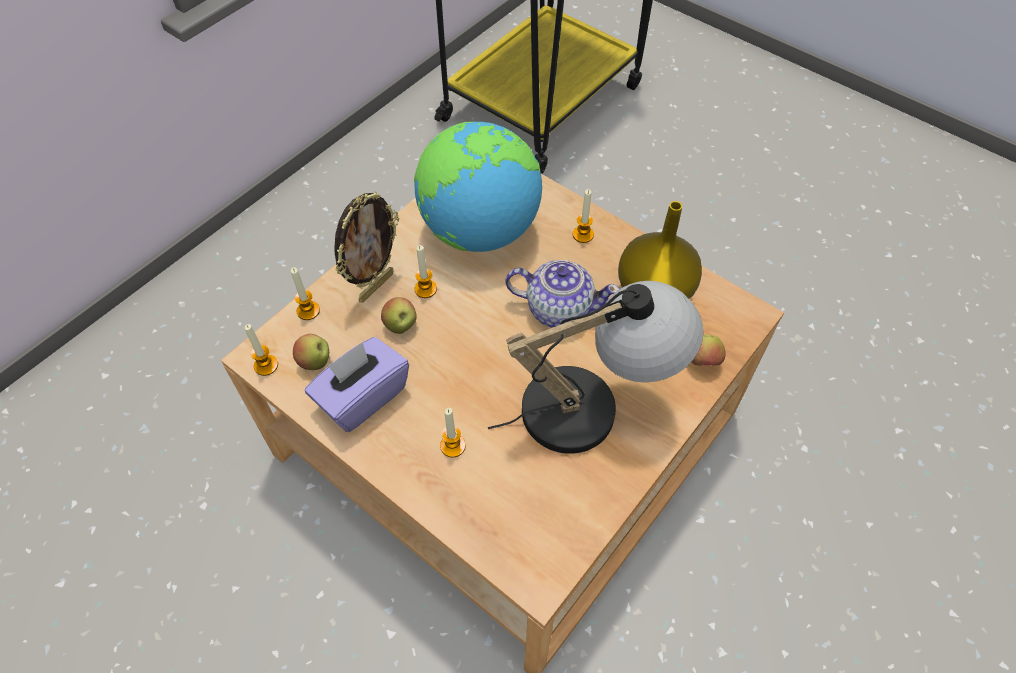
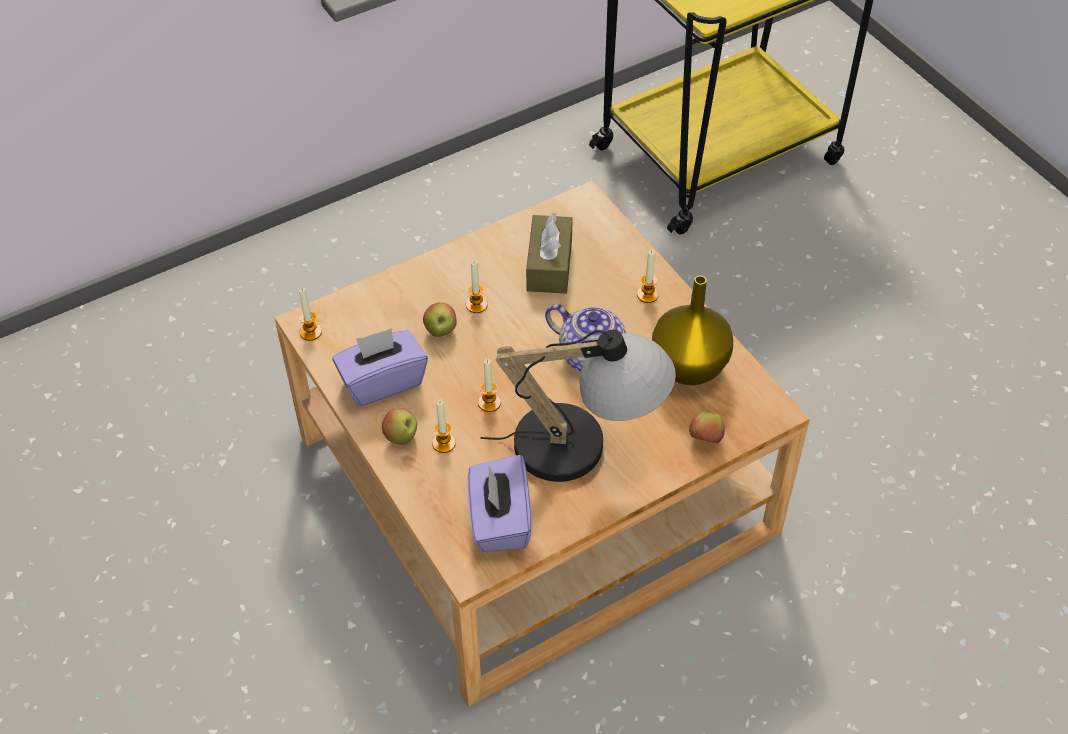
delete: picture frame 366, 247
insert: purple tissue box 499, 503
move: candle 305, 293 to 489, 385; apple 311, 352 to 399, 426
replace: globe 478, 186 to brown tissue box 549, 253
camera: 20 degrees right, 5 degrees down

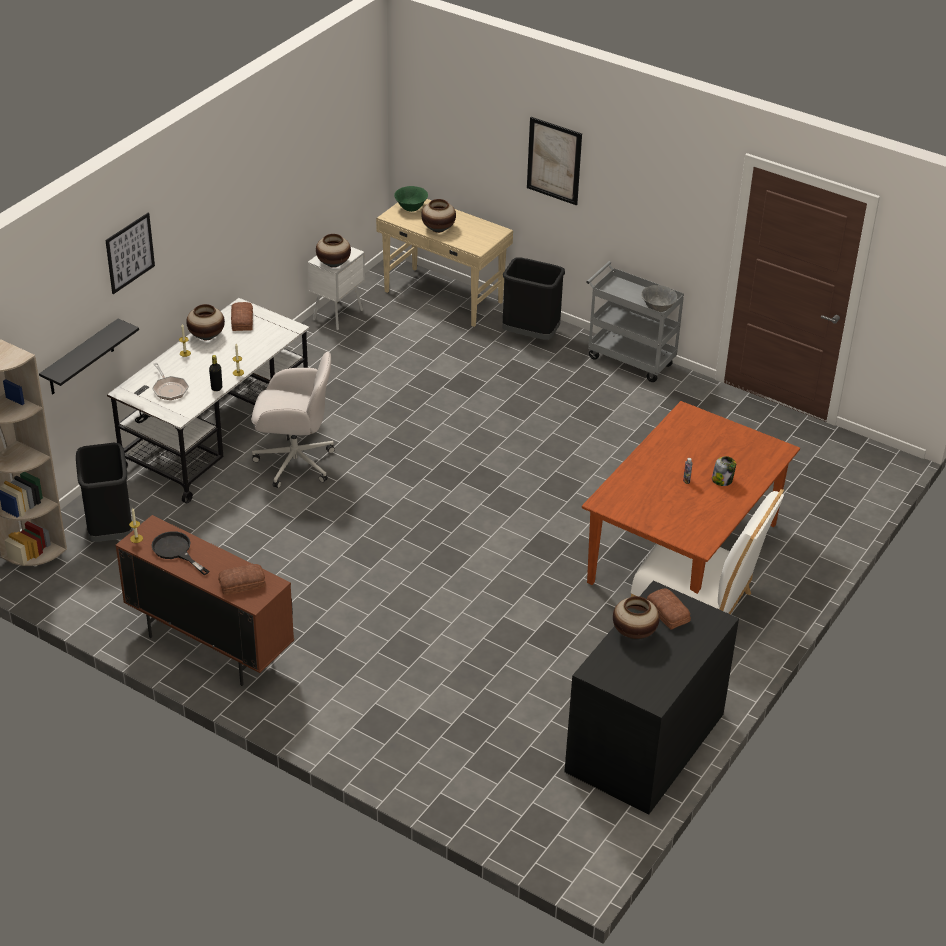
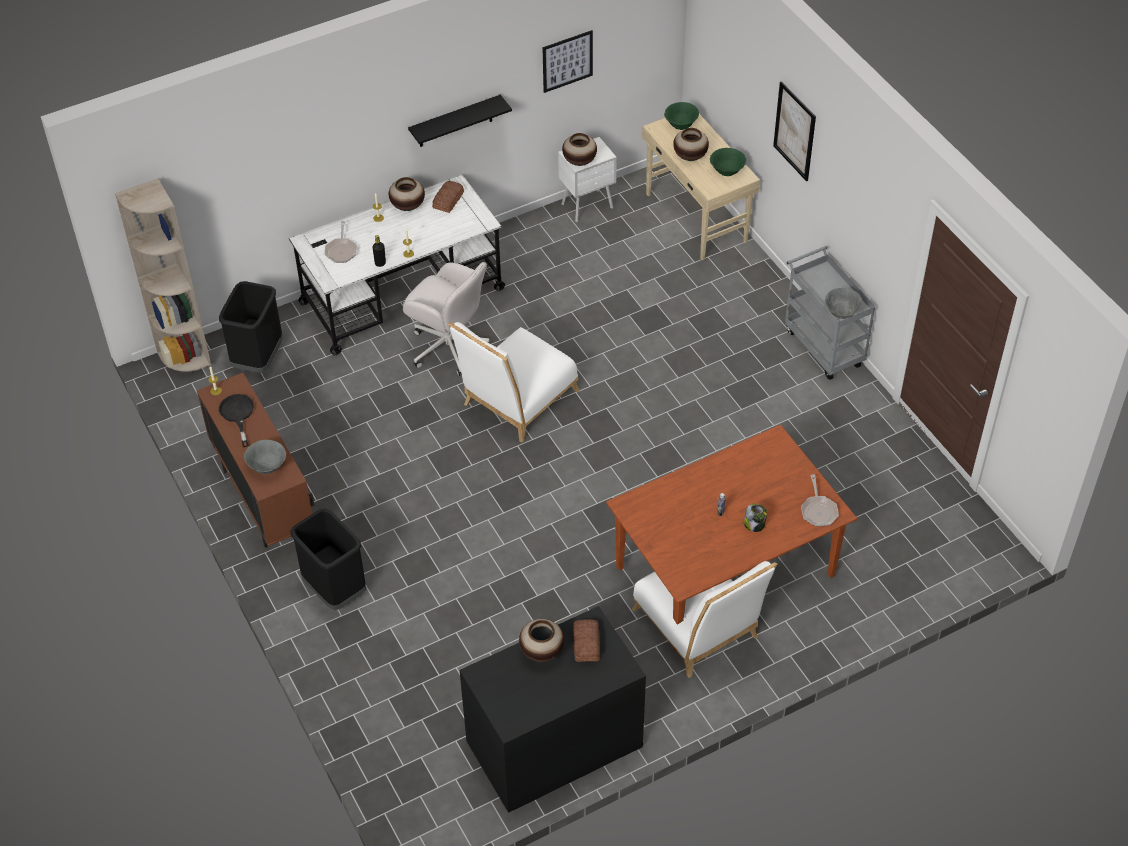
insert: white chair 514, 382; green bowl 728, 162; frying pan 820, 500
move: black shelf 89, 356 to 460, 121; picture 130, 253 to 568, 61; black trash can 533, 299 to 328, 559
replace: bread 242, 579 to grey bowl 265, 457
camera: 30 degrees right, 10 degrees up

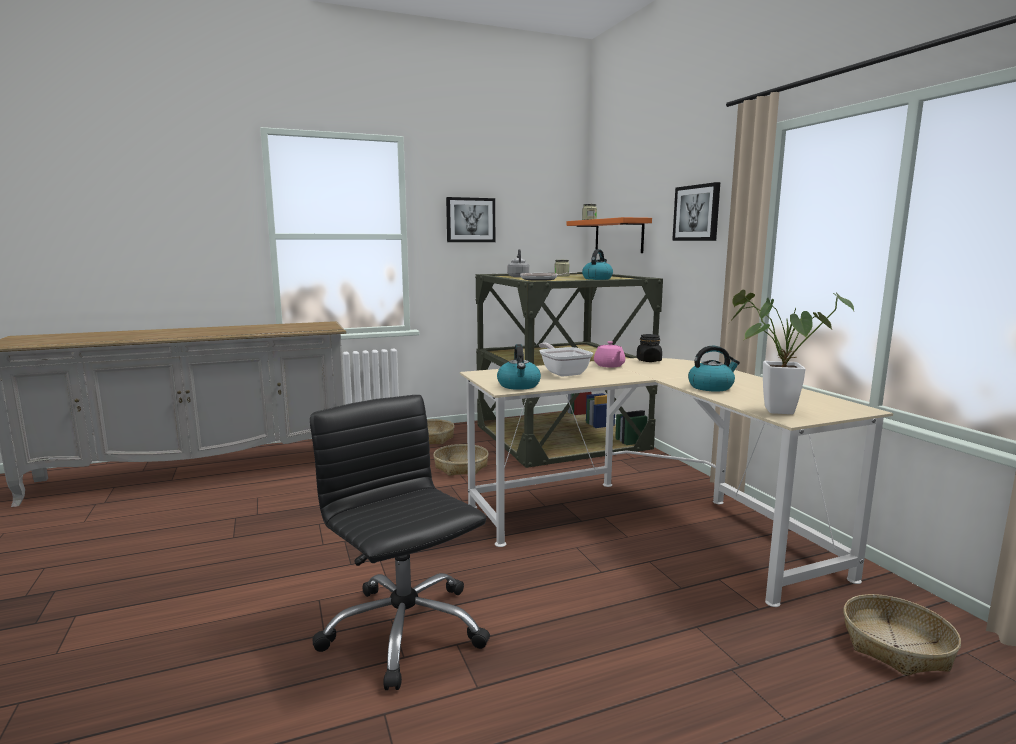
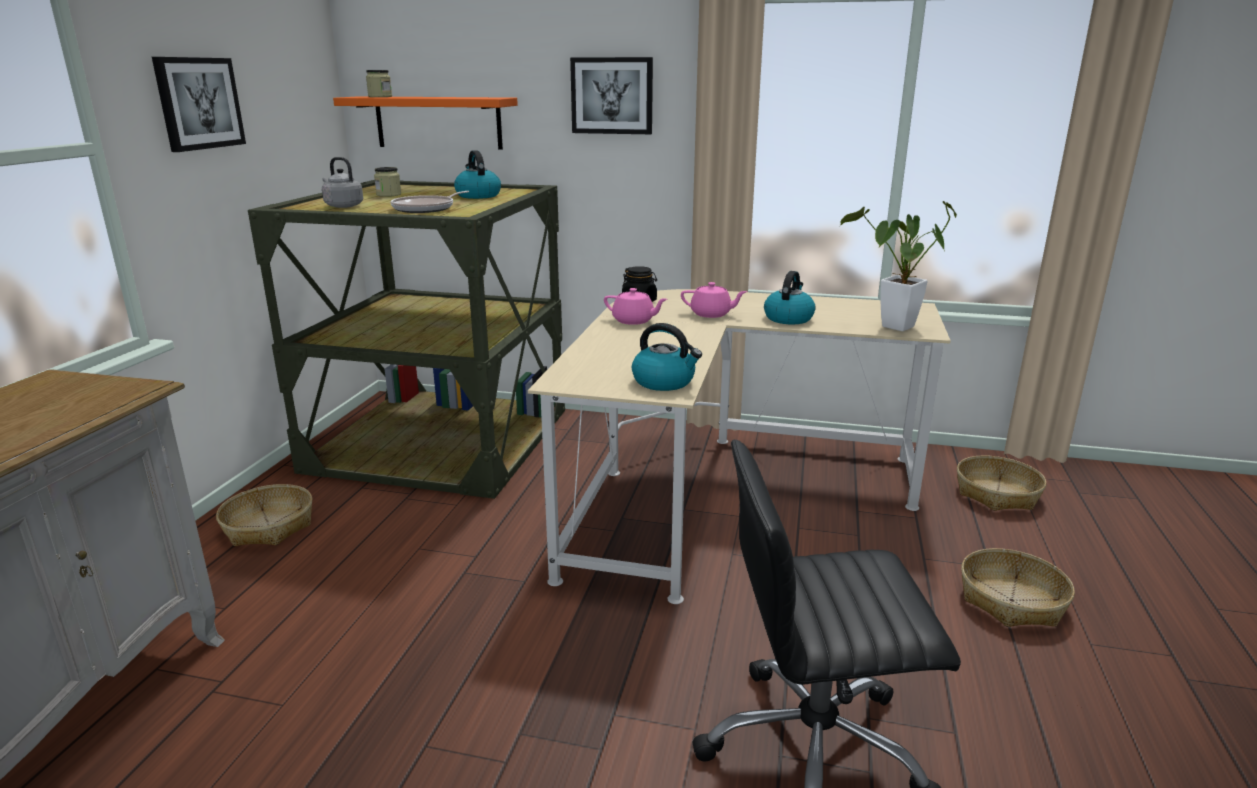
delete: frying pan 566, 360
insert: pink teapot 714, 300
move: basket 461, 460 to 1018, 587
camera: 55 degrees left, 10 degrees up

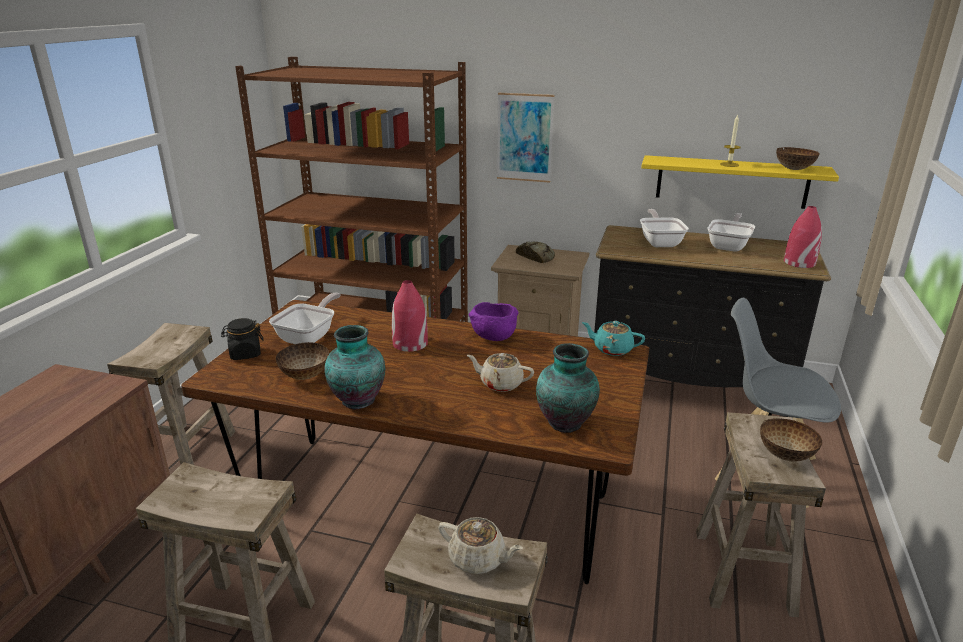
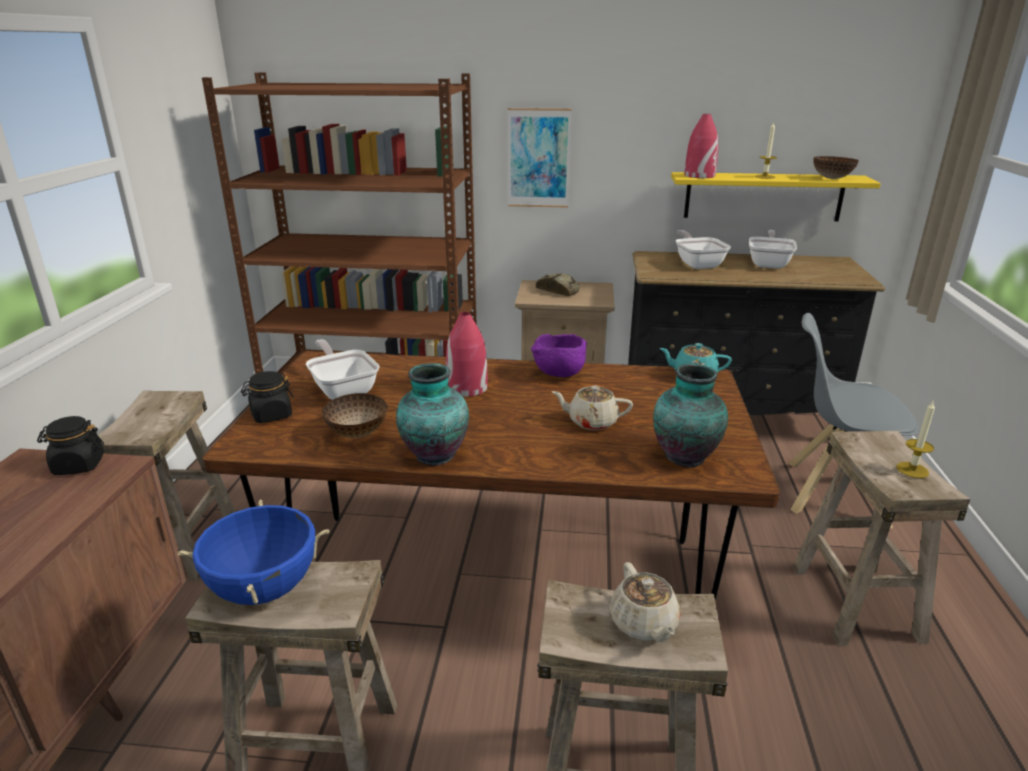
insert: black jar 70, 445; blue cooking pot 253, 552
move: red vase 803, 237 to 701, 146
replace: bowl 791, 440 to candle 916, 439
rotate: frying pan 305, 318 = 343, 369 45 degrees counterclockwise; beige teapot 480, 545 = 645, 602 60 degrees clockwise
camera: 10 degrees left, 0 degrees up

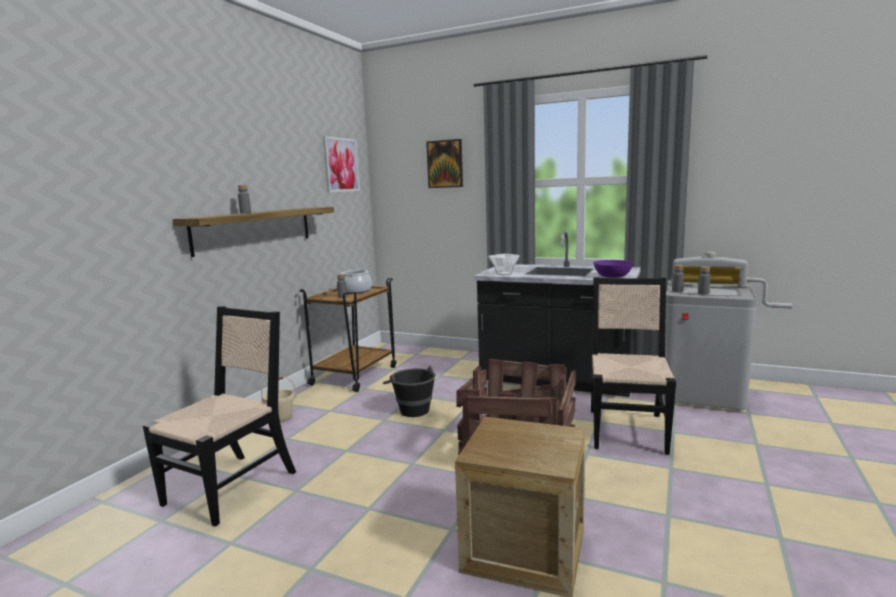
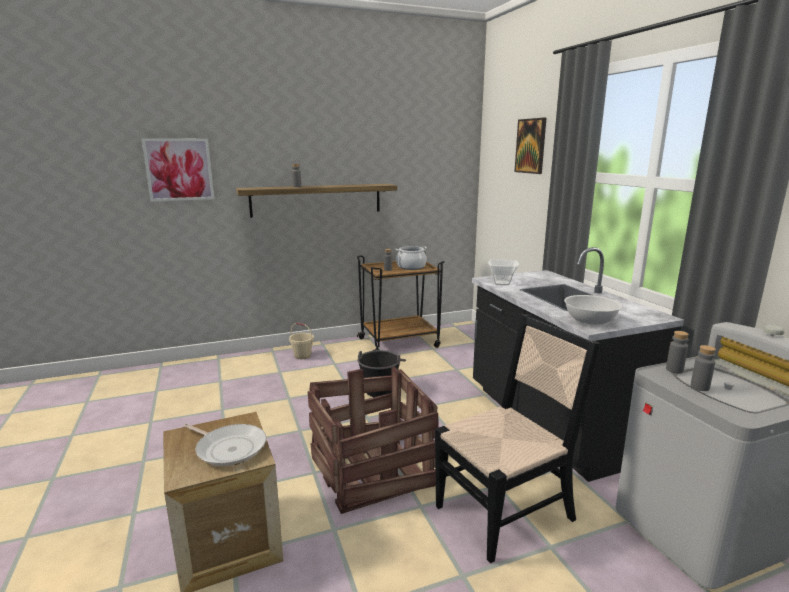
delete: chair 219, 416
insert: frying pan 224, 445
move: picture 341, 164 to 177, 169
recolor: purple bowl 613, 269 to white bowl 593, 310
camera: 45 degrees right, 5 degrees up

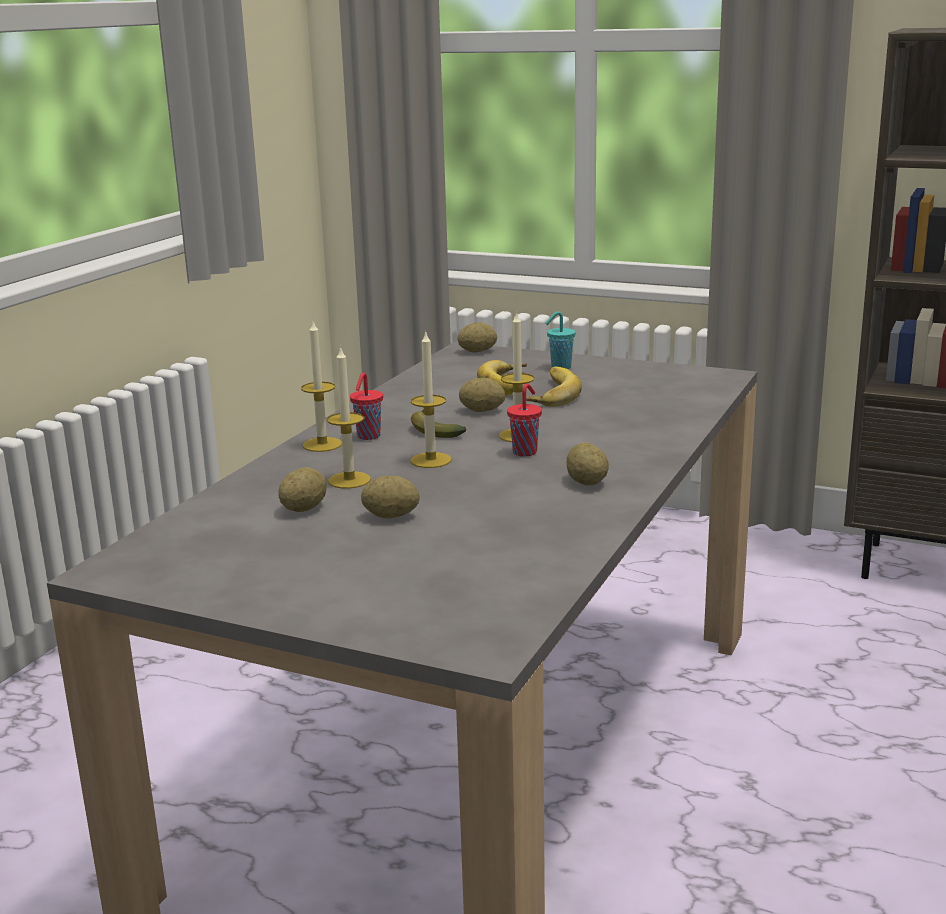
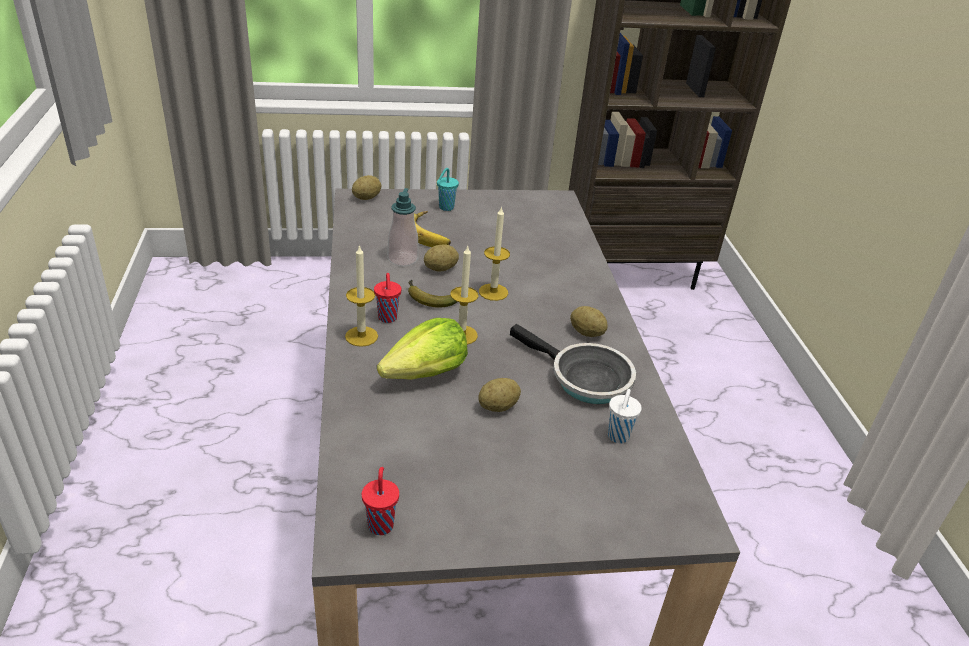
delete: potato 302, 489; banana 554, 387
insert: soap dispenser 403, 227; frying pan 573, 364; white cup 625, 416
move: red cup 524, 419 to 380, 501
replace: candle 349, 417 to lettuce 422, 349
camera: 35 degrees left, 15 degrees up

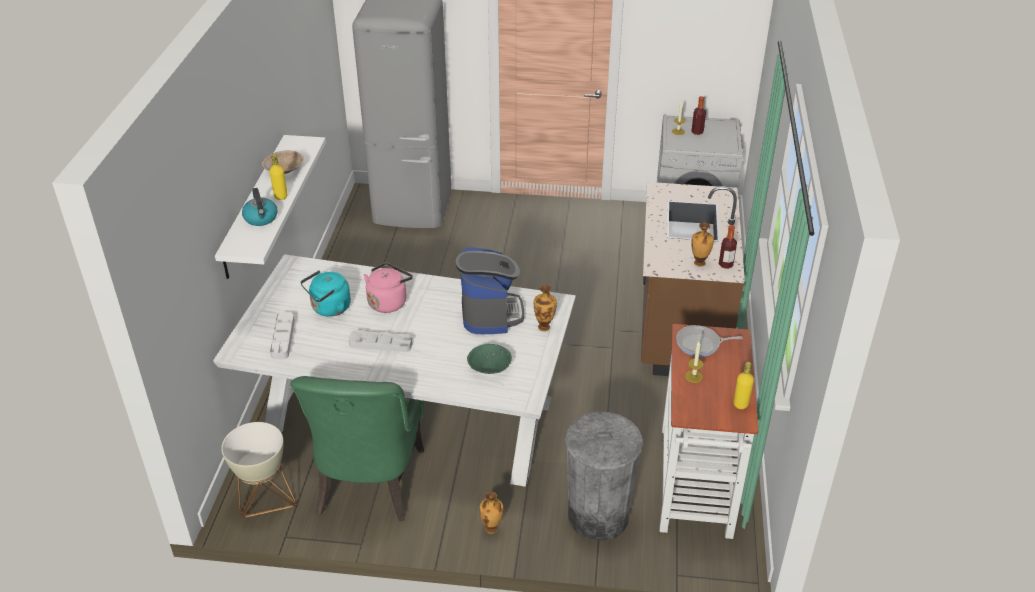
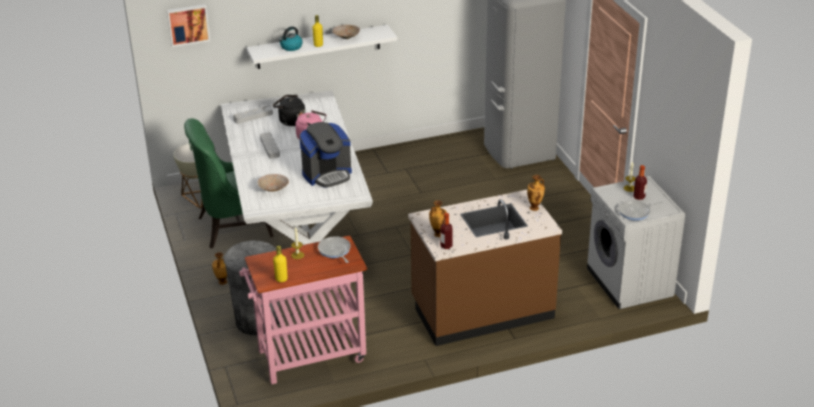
insert: picture 188, 25; frying pan 641, 210
move: vase 545, 308 to 536, 193
recolor: turquoise kettle 326, 293 to black kettle 289, 110; green bowl 489, 359 to beige bowl 273, 183; white cart 708, 431 to pink cart 303, 310
camera: 65 degrees right, 5 degrees down

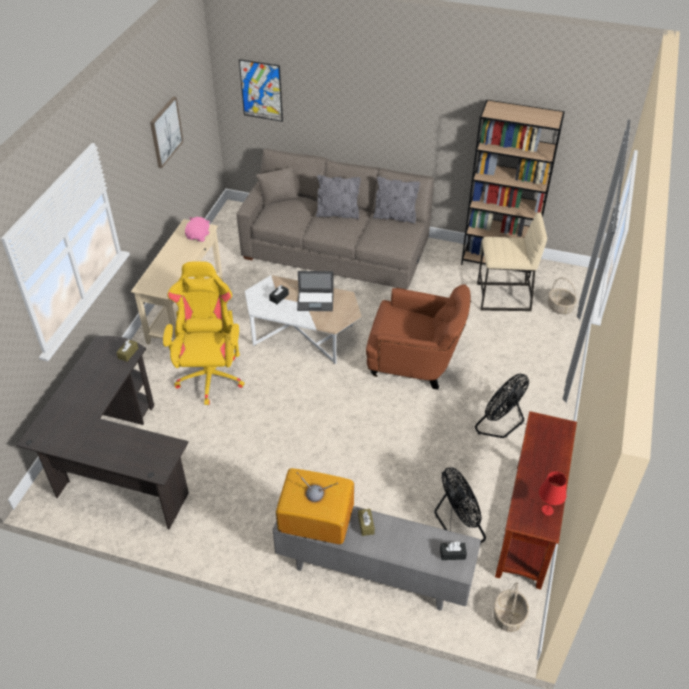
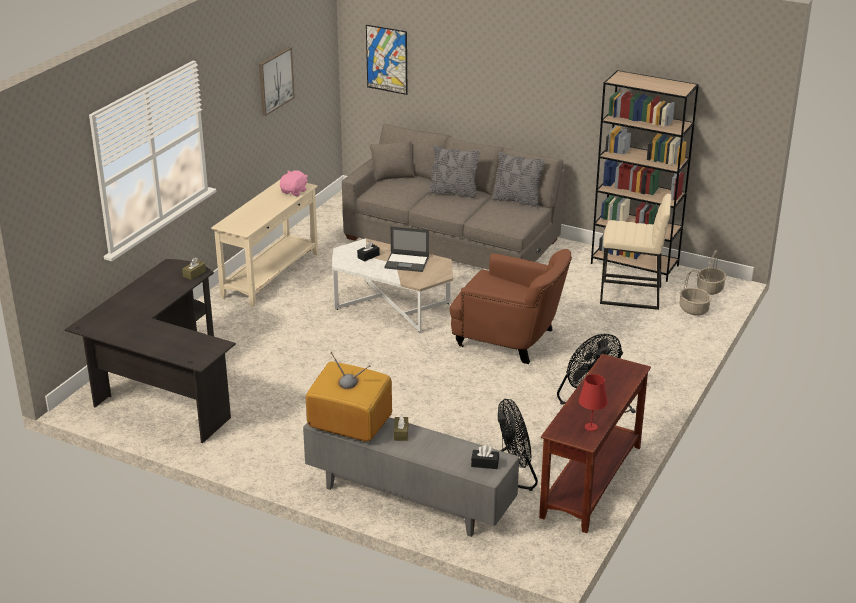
delete: yellow office chair 204, 333
move: basket 511, 607 to 711, 272
camera: 10 degrees right, 15 degrees down

